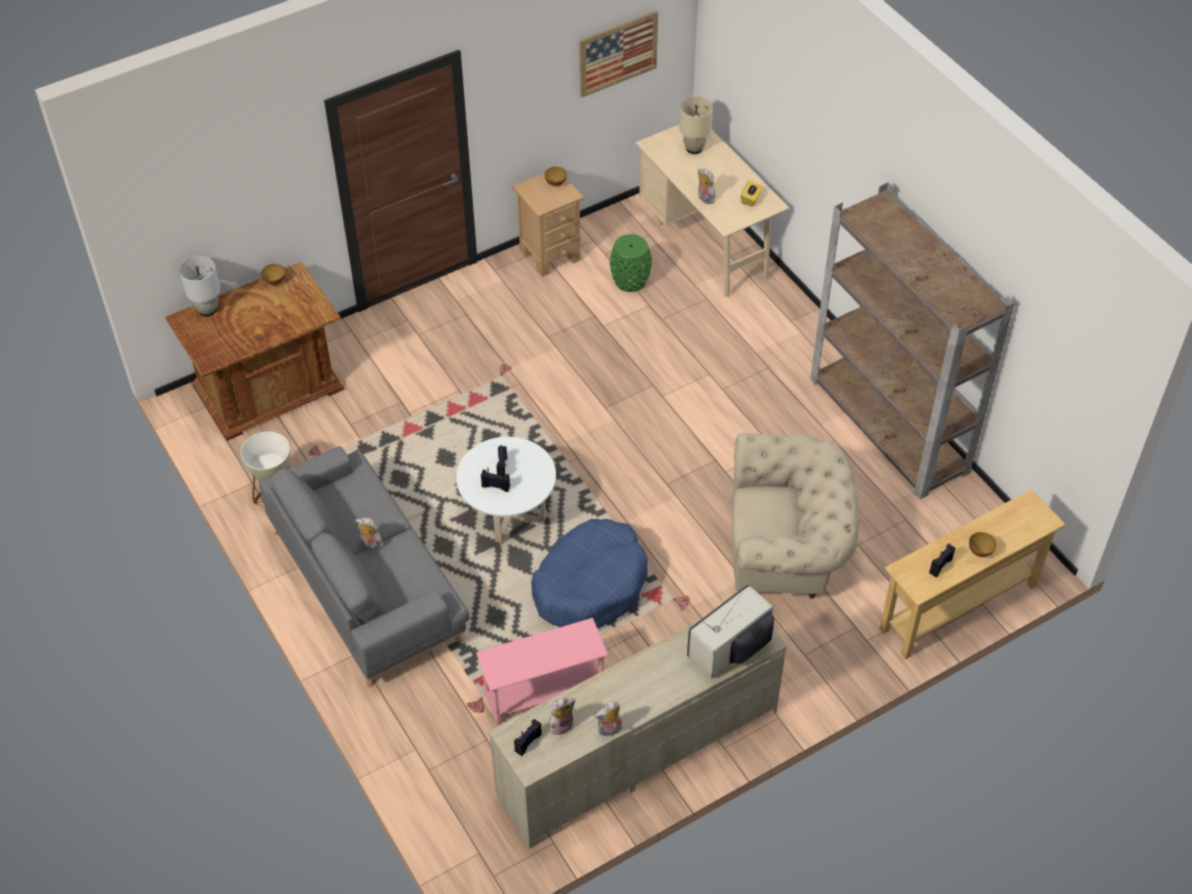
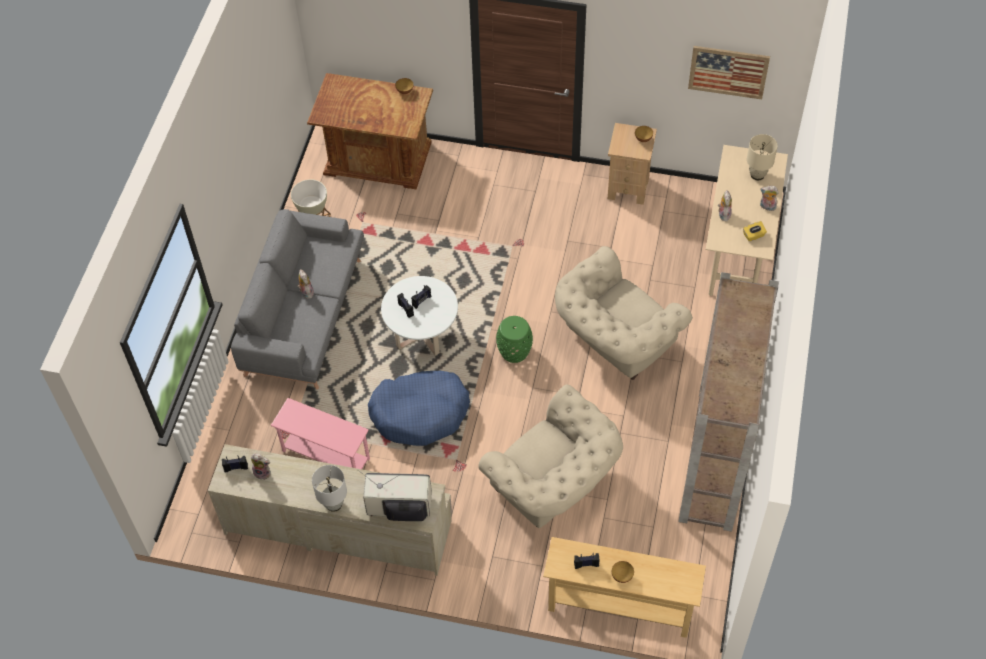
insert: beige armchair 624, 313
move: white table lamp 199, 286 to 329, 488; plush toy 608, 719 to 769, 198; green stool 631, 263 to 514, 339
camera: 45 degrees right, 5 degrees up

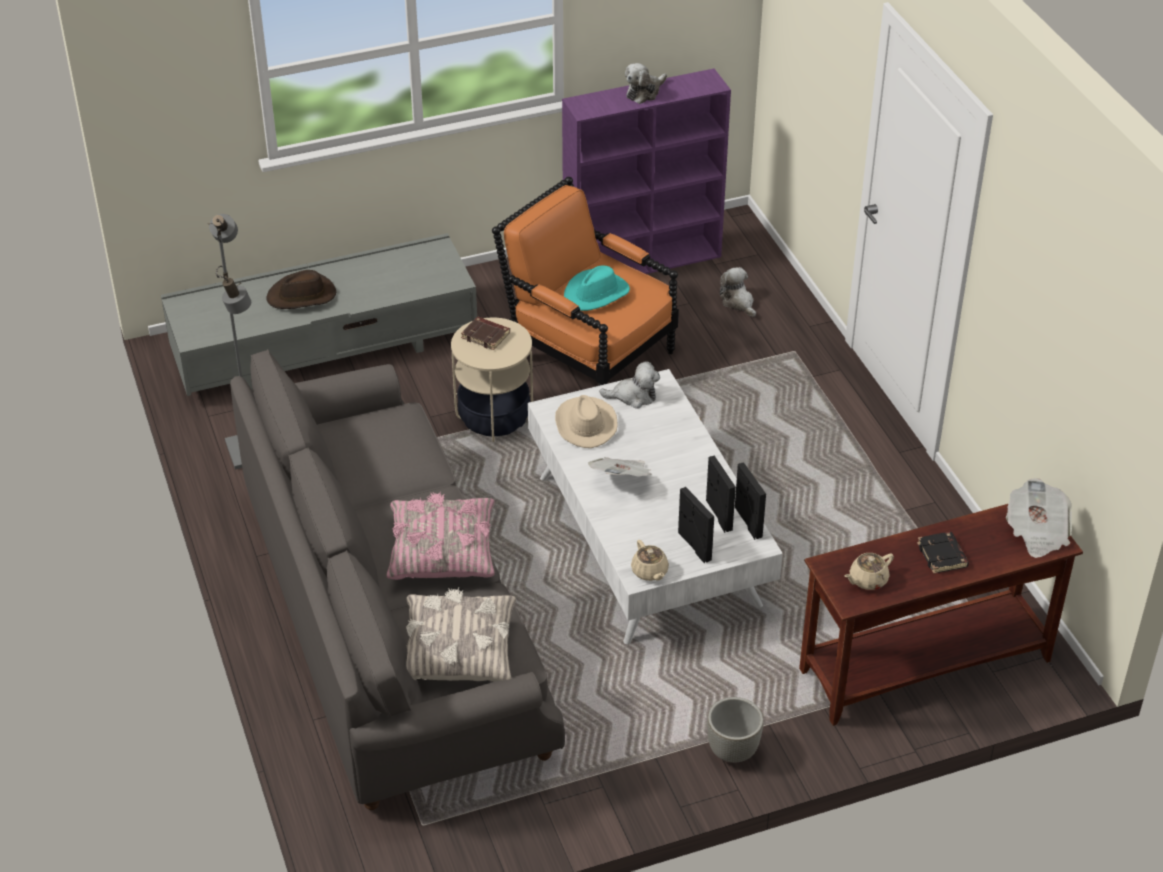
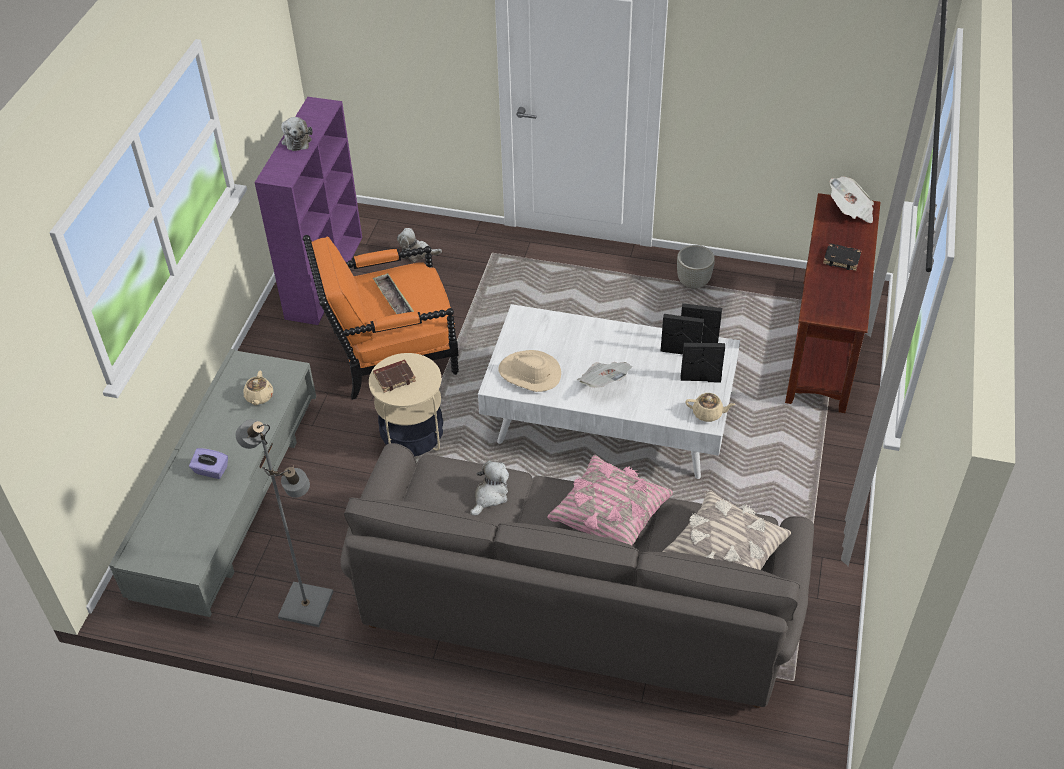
move: plush toy 629, 385 to 489, 488; grey planter 735, 730 to 696, 267; beige teapot 869, 571 to 258, 388
replace: brown hat 301, 289 to purple tissue box 208, 463; turquoise hat 597, 288 to tray 393, 293
camera: 55 degrees left, 5 degrees up

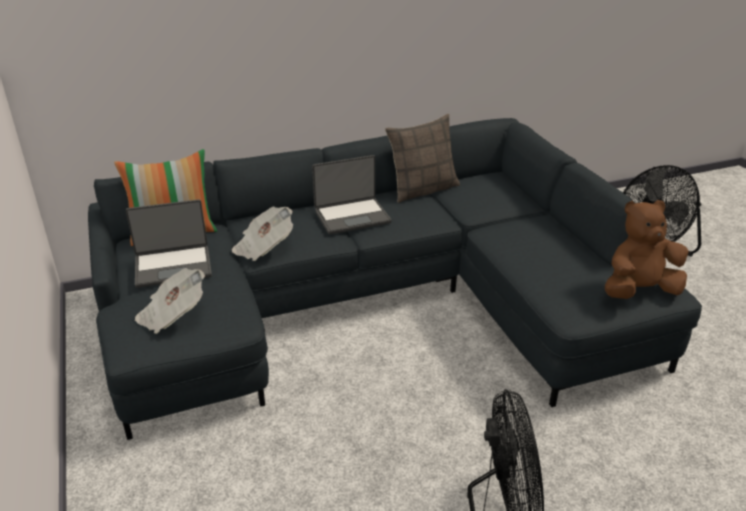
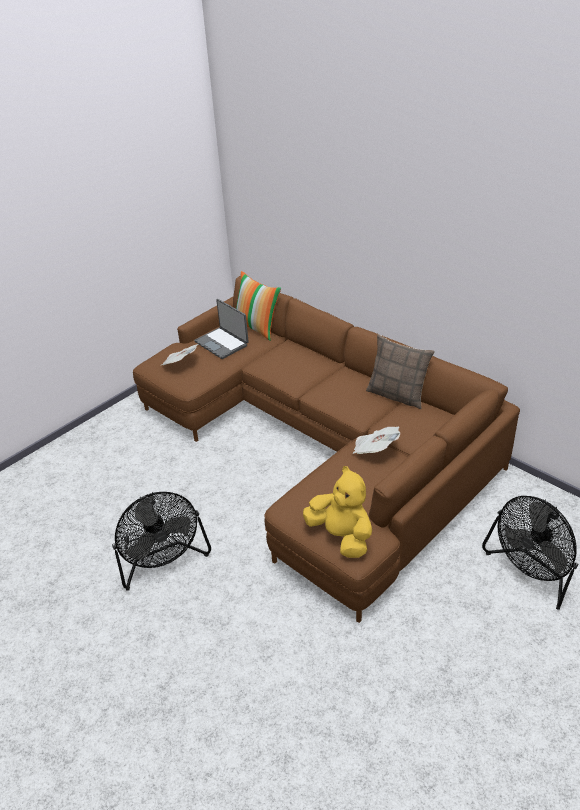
delete: laptop 352, 194
move: newspaper 262, 234 to 376, 440
recolor: grey sofa 395, 279 to brown sofa 326, 449; brown plush toy 647, 249 to yellow plush toy 337, 512
camera: 65 degrees right, 5 degrees up

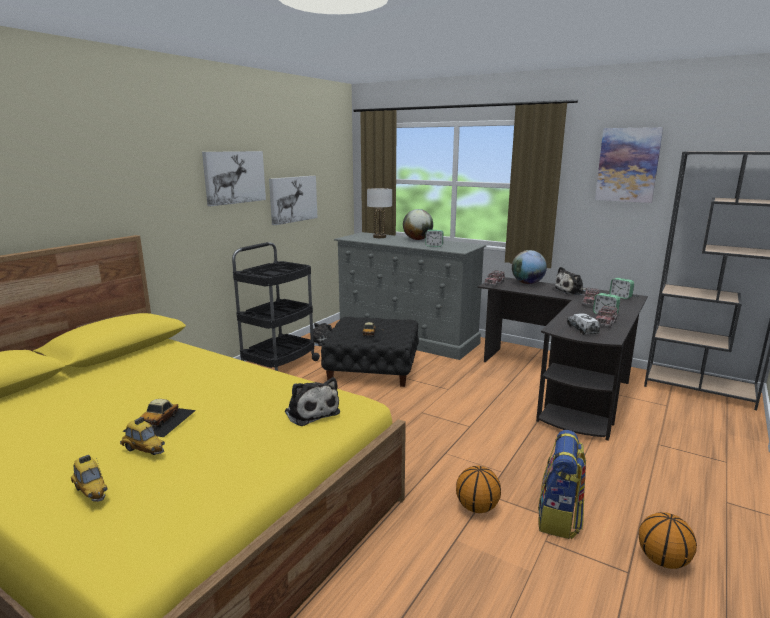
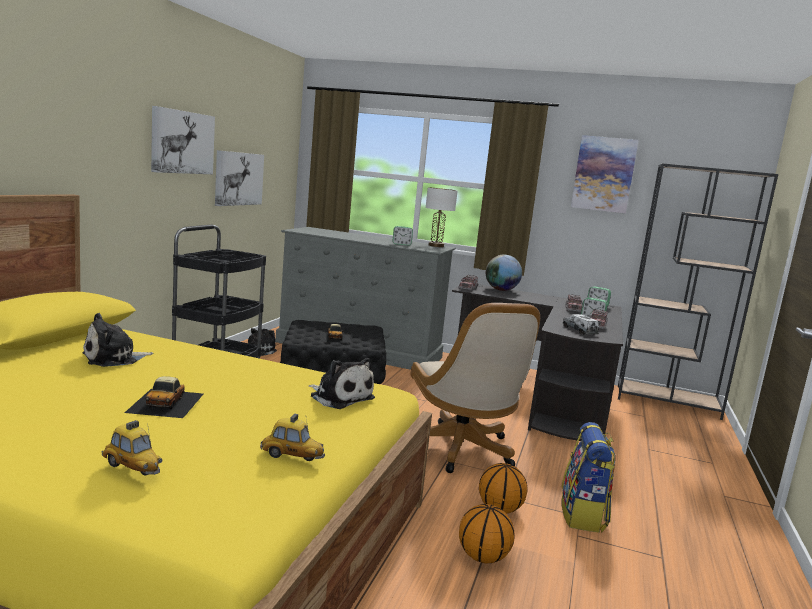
delete: globe 418, 224
insert: office chair 475, 388
move: toy car 142, 436 to 292, 437; table lamp 379, 213 to 442, 217; plush toy 569, 281 to 117, 340; basketball 668, 540 to 487, 534
camera: 15 degrees left, 5 degrees down

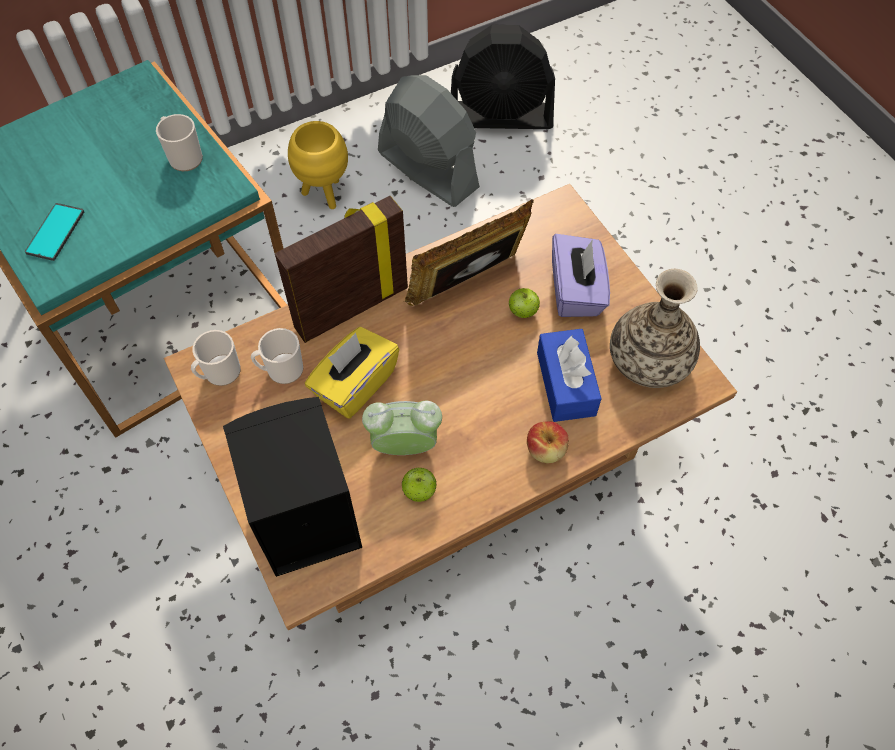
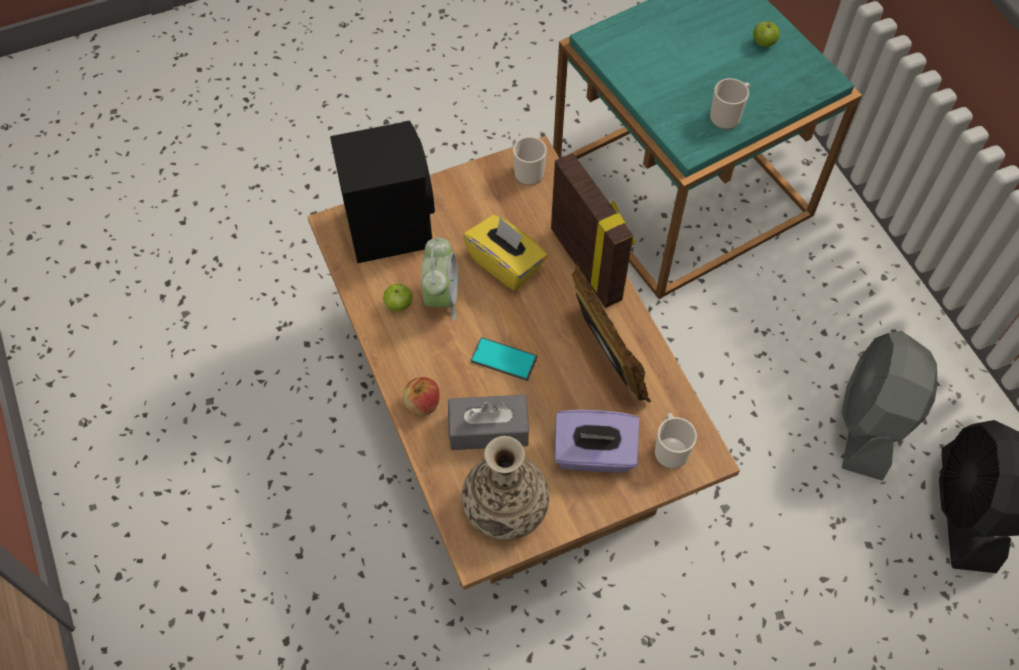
delete: yellow planter 318, 165
move: phone 54, 232 to 504, 359; mug 277, 356 to 676, 441; apple 524, 303 to 766, 33
recolor: blue tissue box 569, 375 to grey tissue box 488, 422
rotate: grey fan 429, 141 = 889, 406 150 degrees clockwise
camera: 95 degrees right, 0 degrees up

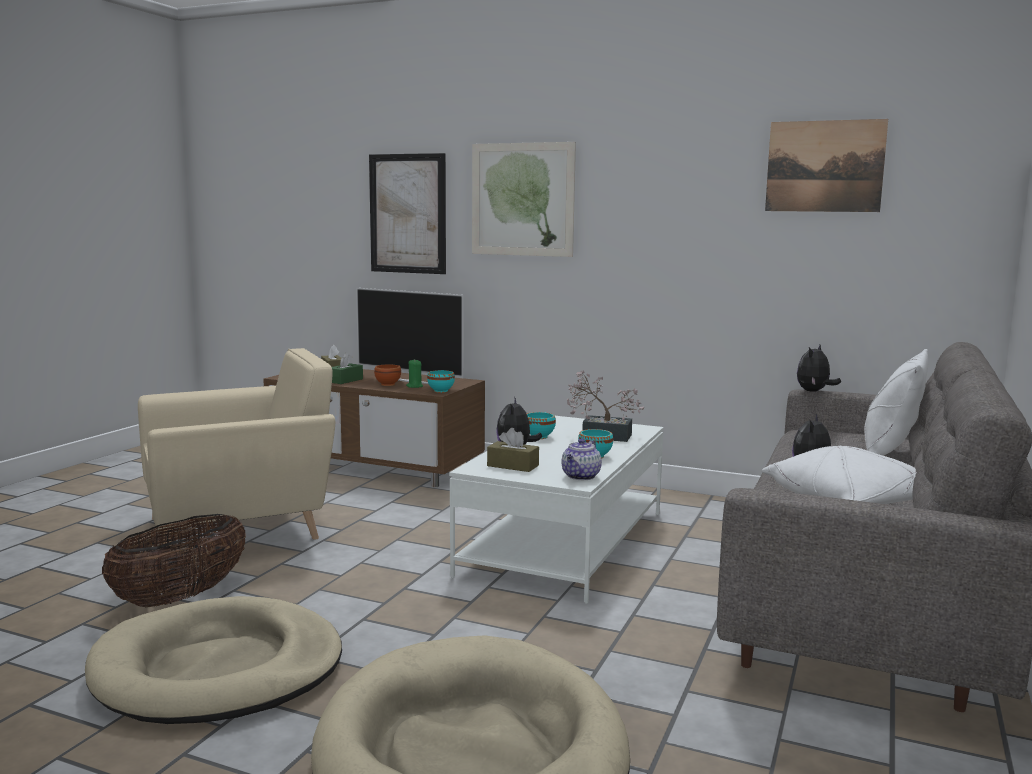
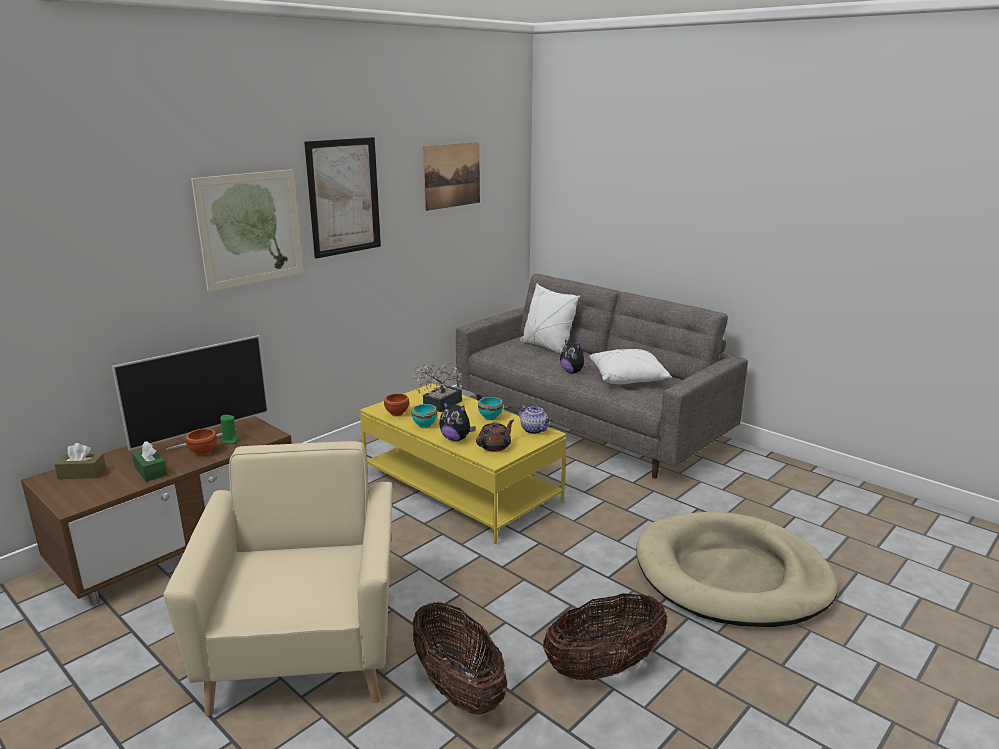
delete: turquoise bowl 441, 381; plush toy 819, 368
insert: brown bowl 396, 404
move: picture 407, 213 to 342, 198
replace: beige dog bed 213, 660 to basket 605, 636; brown tissue box 513, 450 to brown teapot 495, 436
recolor: white coffee table 556, 510 to yellow coffee table 463, 464
camera: 70 degrees left, 10 degrees up

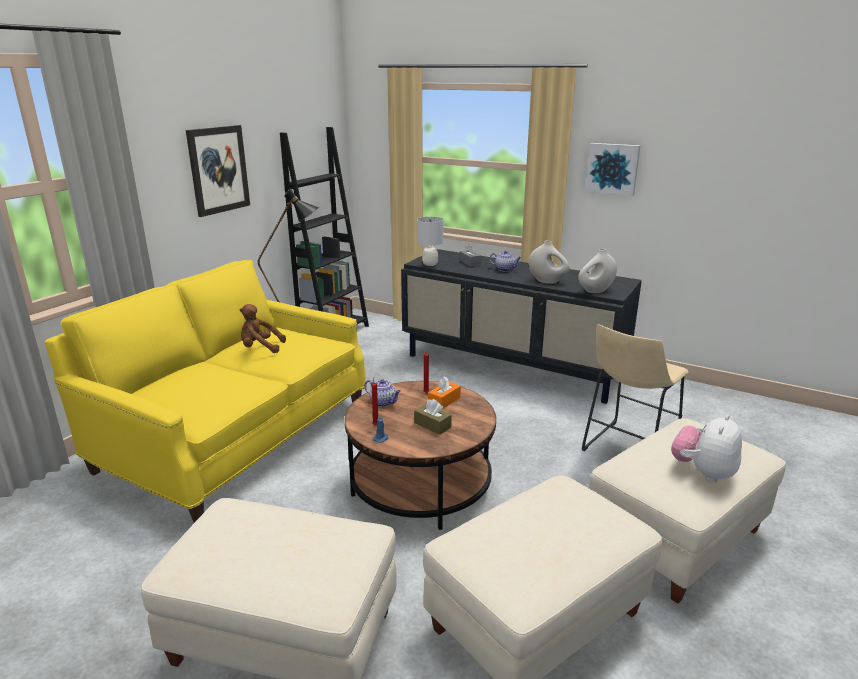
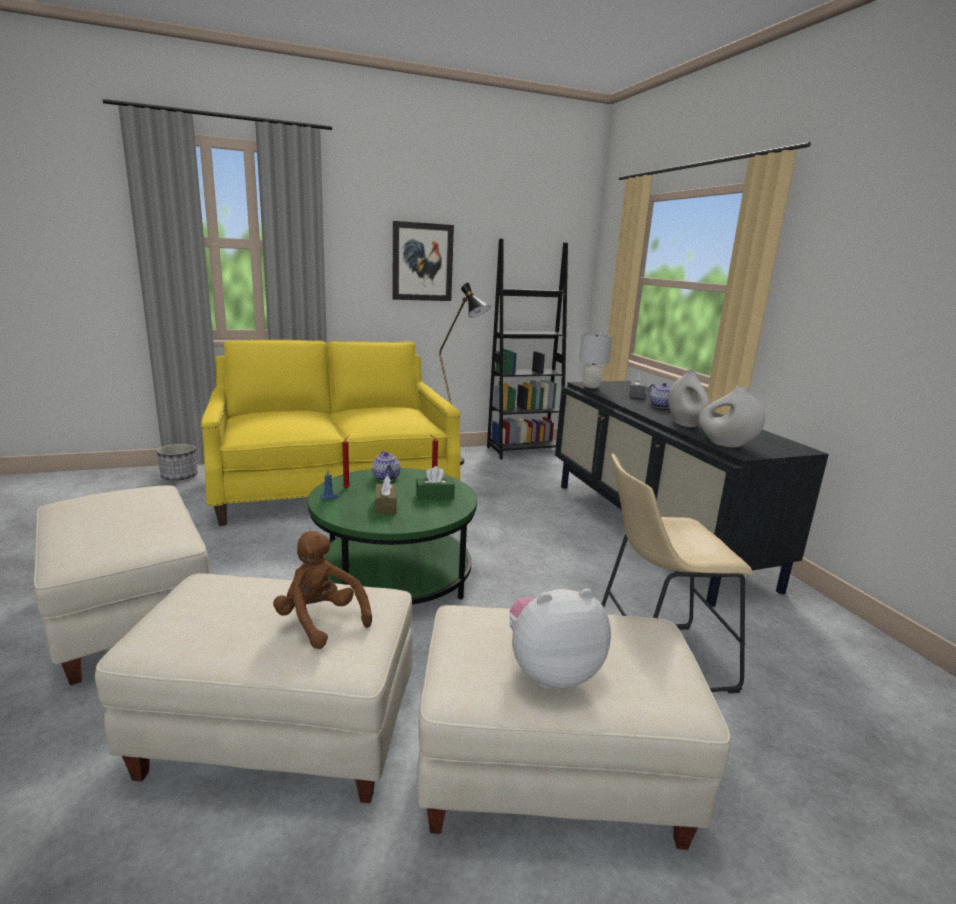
delete: picture 613, 169
insert: planter 177, 462
move: brown plush toy 263, 328 to 322, 590
recolor: brown coffee table 420, 455 to green coffee table 392, 536; orange tissue box 444, 392 to green tissue box 435, 483
camera: 40 degrees right, 5 degrees down

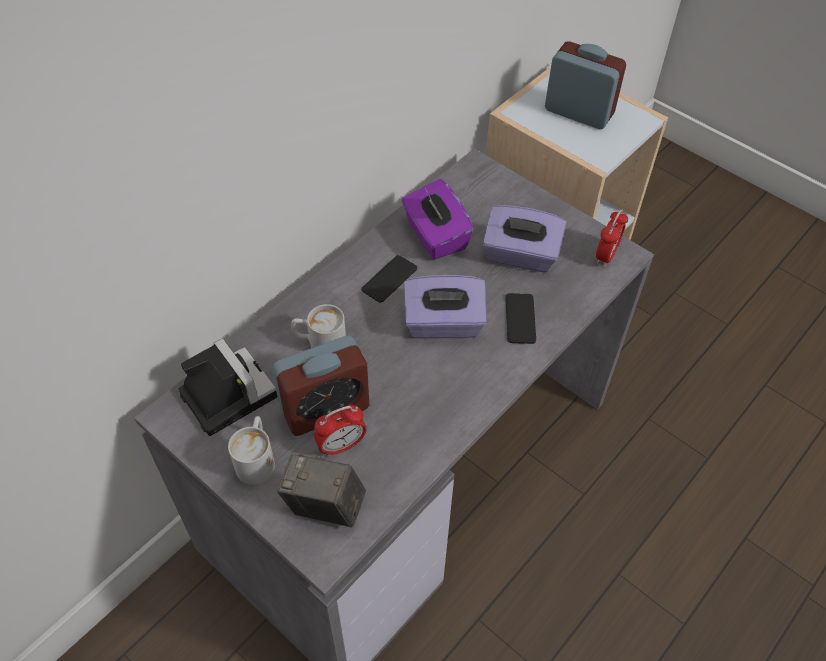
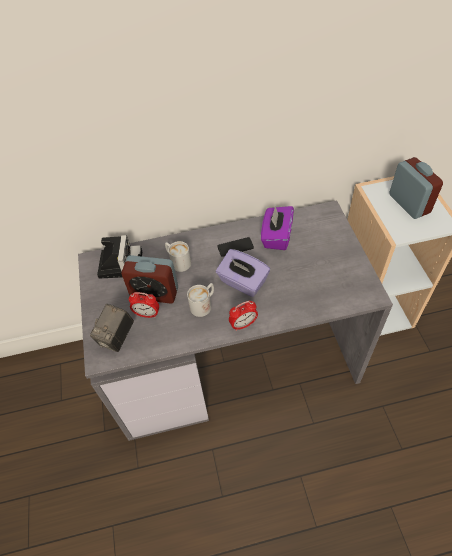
delete: purple tissue box 524, 239; phone 520, 318
move: white mug 251, 450 to 200, 300; alarm clock 612, 238 to 243, 316
rotate: photo camera 321, 491 = 112, 328 120 degrees counterclockwise
camera: 40 degrees right, 0 degrees up

